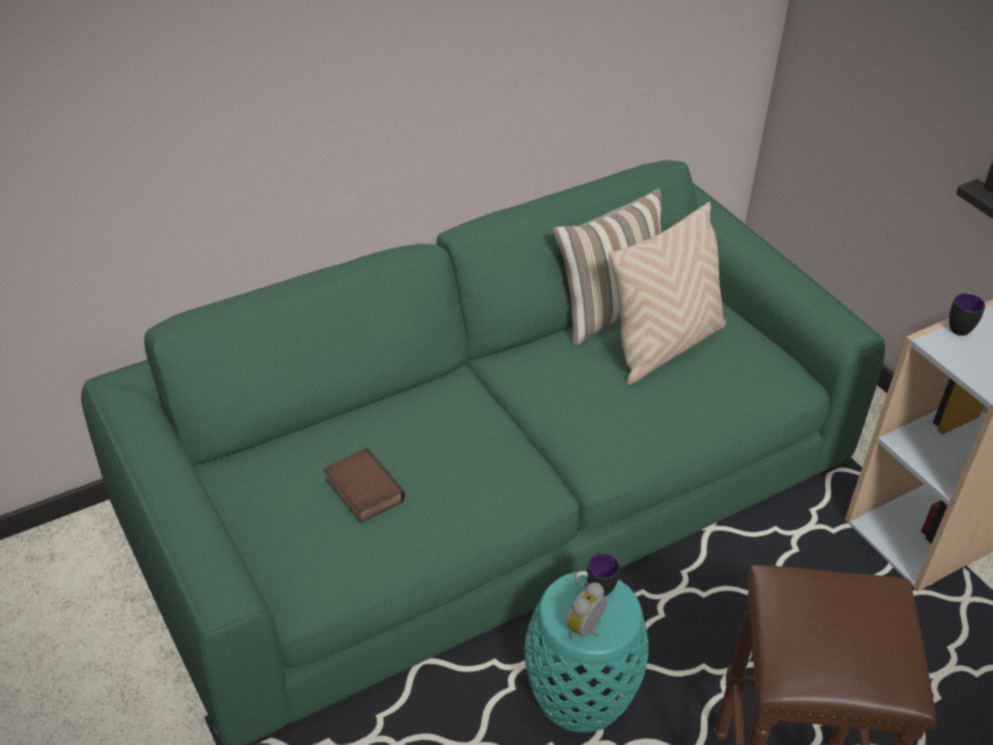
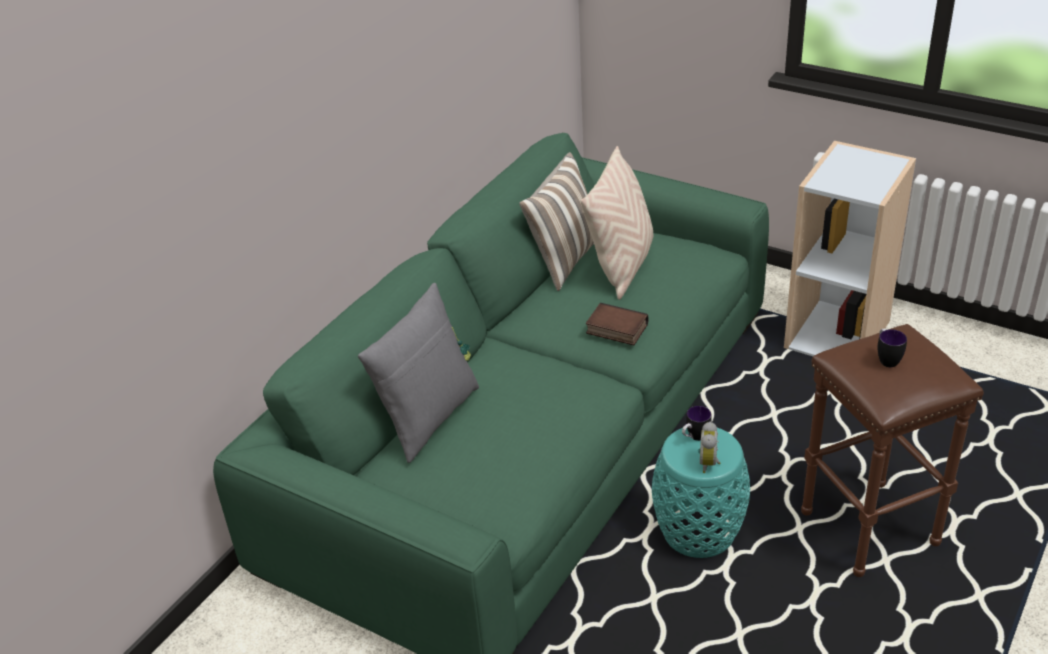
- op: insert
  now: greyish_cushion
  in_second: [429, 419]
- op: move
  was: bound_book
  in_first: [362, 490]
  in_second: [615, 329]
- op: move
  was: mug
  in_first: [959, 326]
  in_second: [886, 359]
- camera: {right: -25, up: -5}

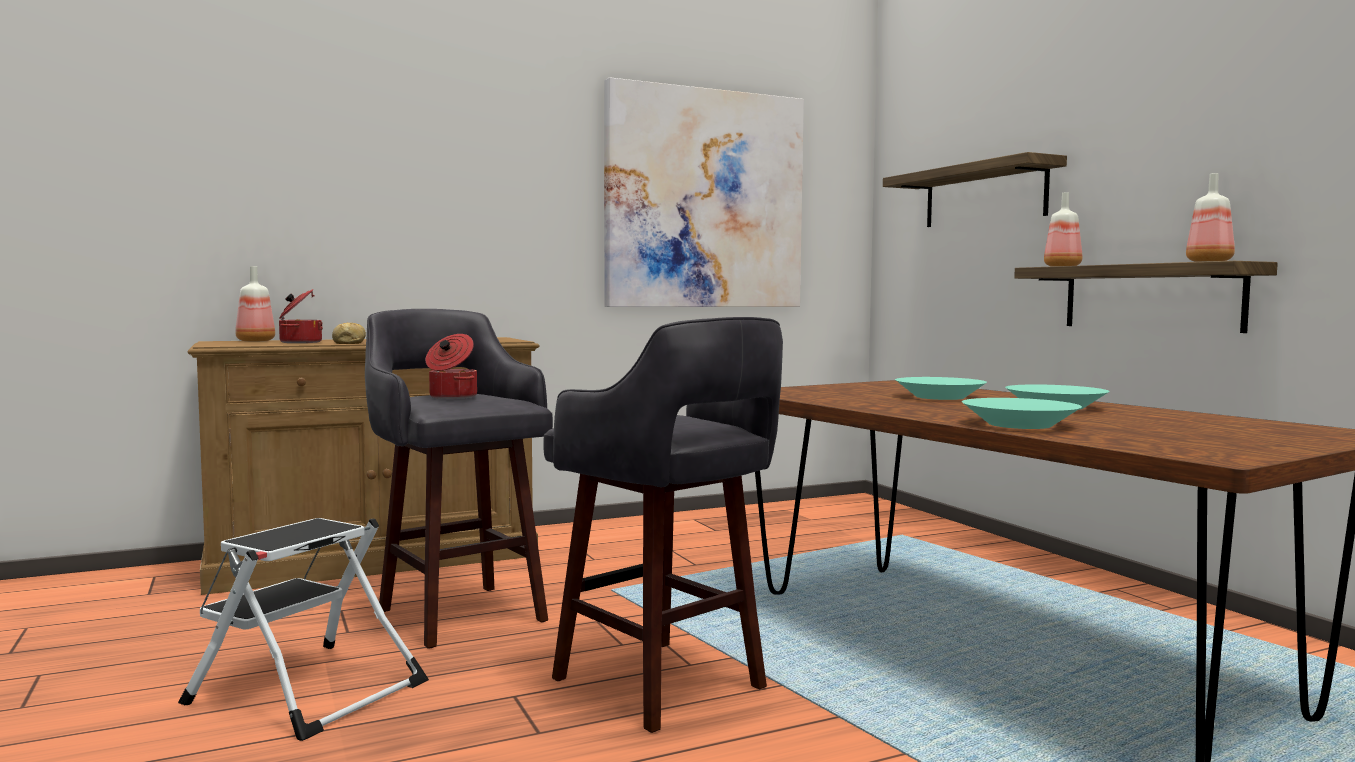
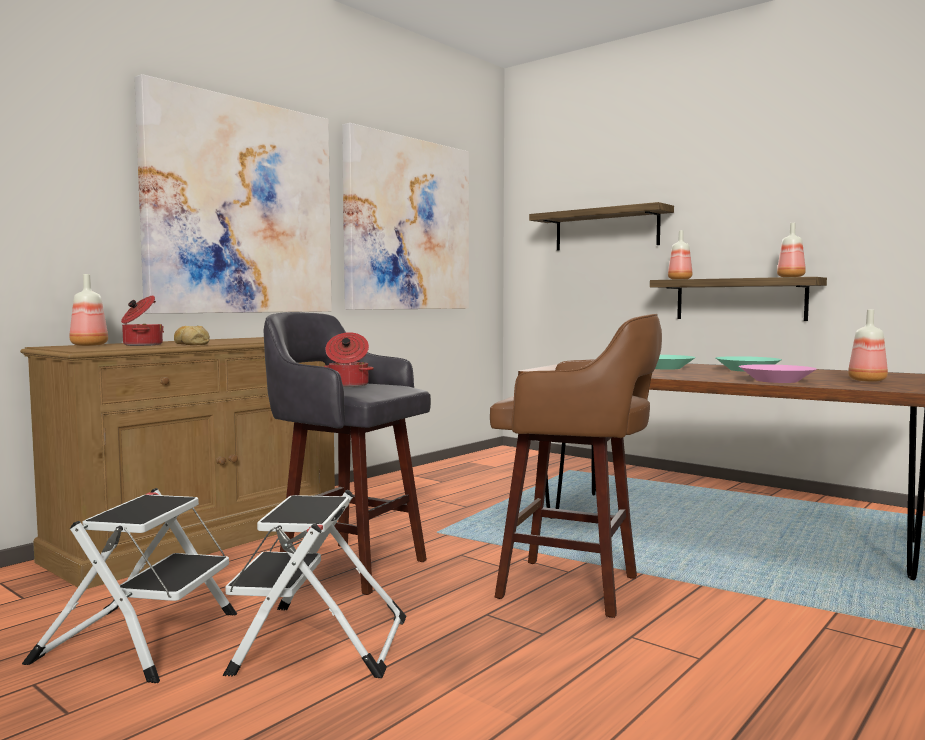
- op: insert
  now: step_stool
  in_second: [139, 639]
- op: insert
  now: wall_art
  in_second: [240, 208]
- op: insert
  now: bottle
  in_second: [867, 380]
- op: recolor
  was: greyish_sitting_stool
  now: brown_sitting_stool
  in_first: [664, 687]
  in_second: [575, 588]
- op: recolor
  was: turquoise_serving_bowl
  now: pinkish_serving_bowl
  in_first: [1019, 424]
  in_second: [776, 380]
- camera: {right: -25, up: 0}

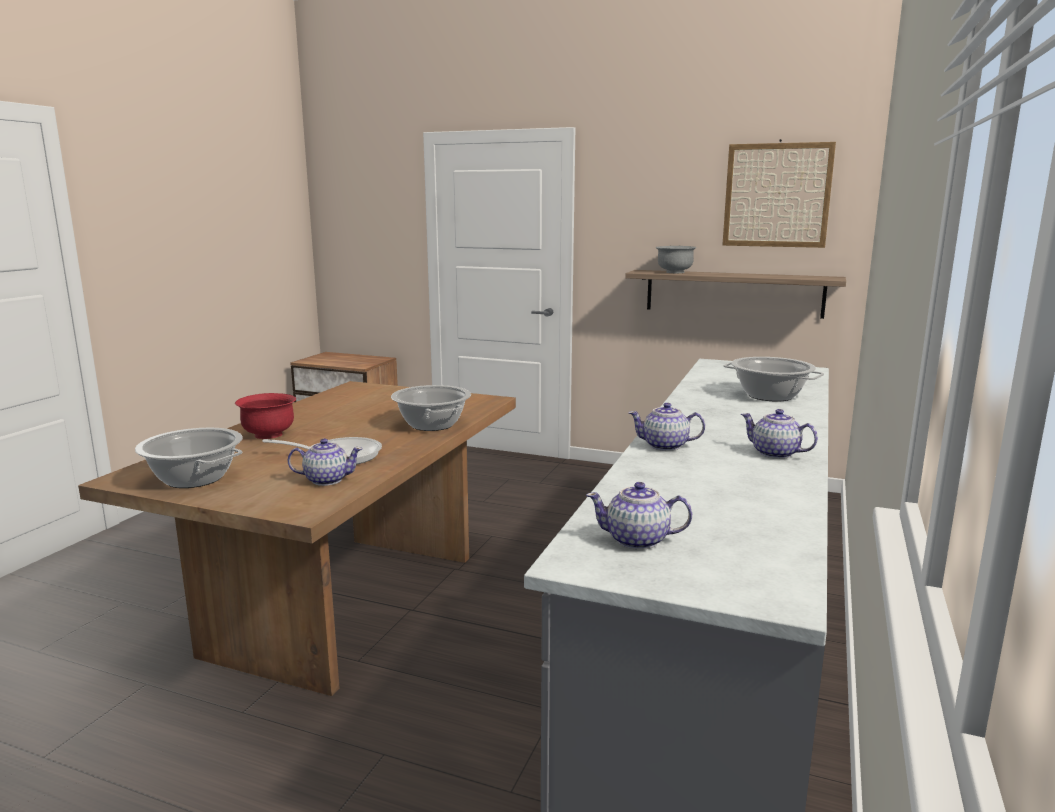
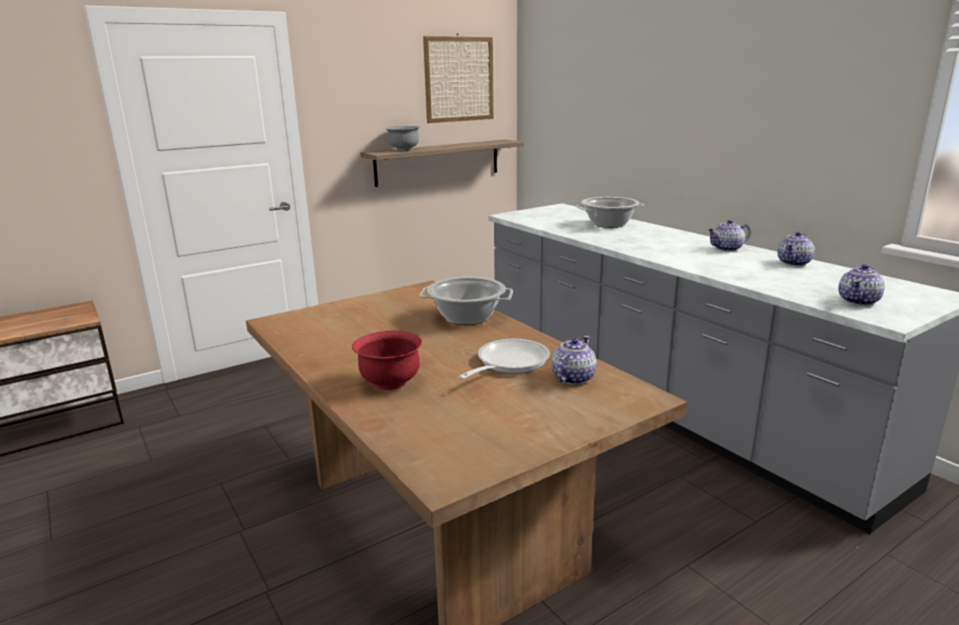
- op: delete
  was: saucepot
  in_first: [194, 479]
- op: move
  was: teapot
  in_first: [665, 446]
  in_second: [794, 263]
- camera: {right: -55, up: 5}

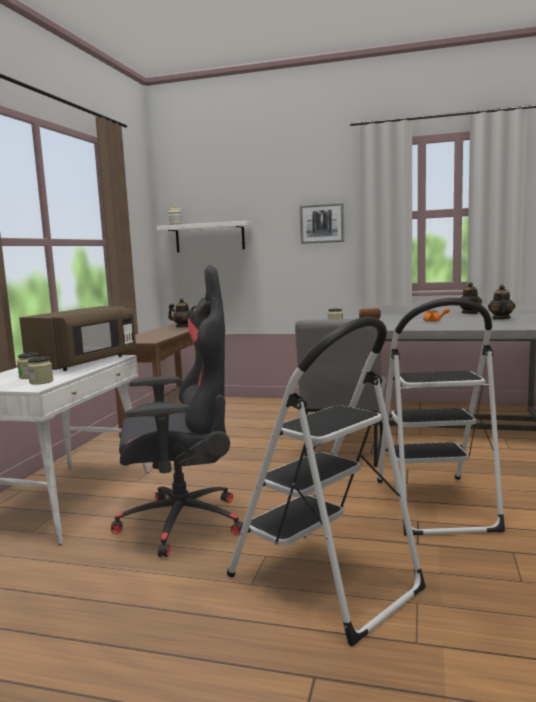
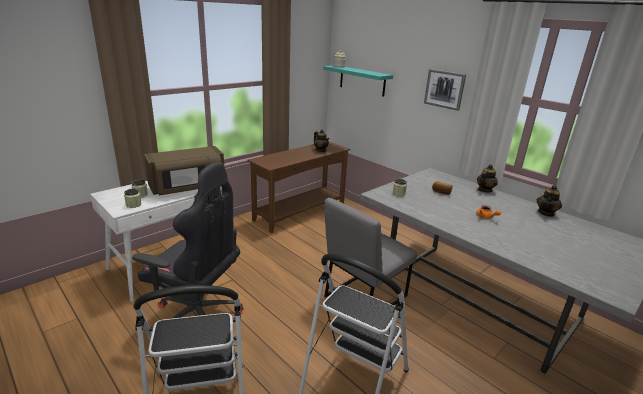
- op: move
  was: teapot
  in_first: [500, 319]
  in_second: [484, 190]
- op: recolor
  was: whitish_shelf
  now: turquoise_shelf
  in_first: [209, 237]
  in_second: [362, 80]
- camera: {right: 30, up: 15}

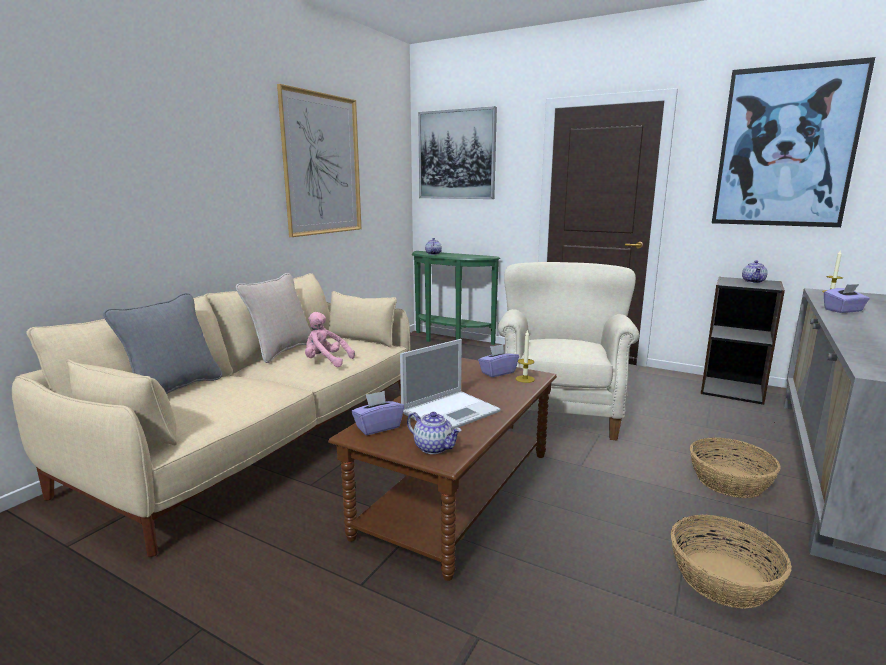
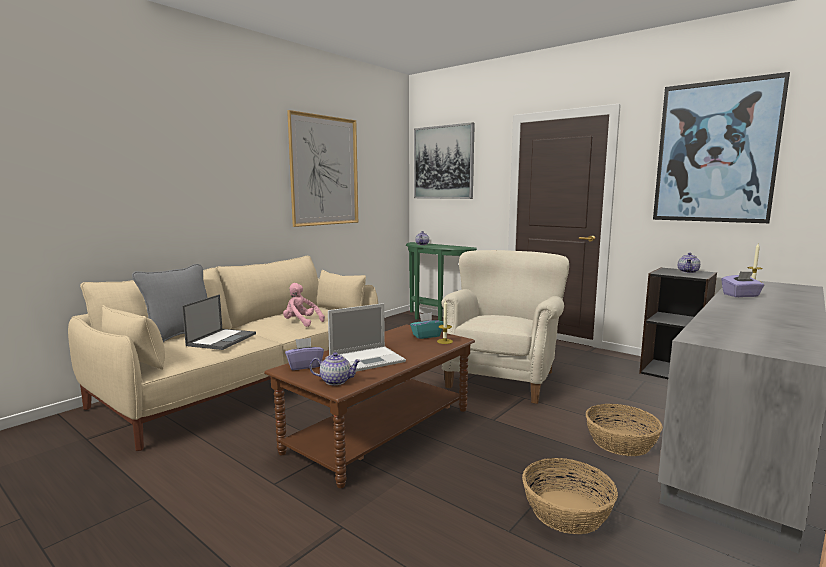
- op: delete
  was: sand-coloured_cushion
  in_first: [281, 351]
- op: insert
  now: laptop
  in_second: [222, 339]
- op: recolor
  was: purplish_box_of_tissues
  now: turquoise_box_of_tissues
  in_first: [497, 372]
  in_second: [426, 336]
- op: rotate
  was: teapot
  in_first: [434, 447]
  in_second: [336, 381]
  clockwise: -45
- camera: {right: 10, up: -5}

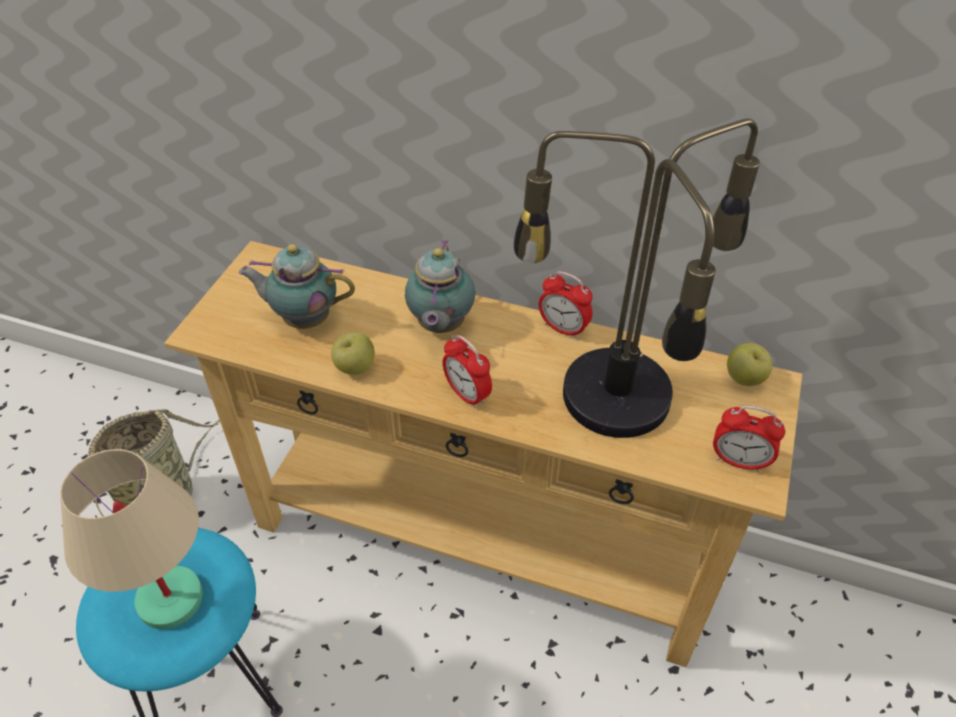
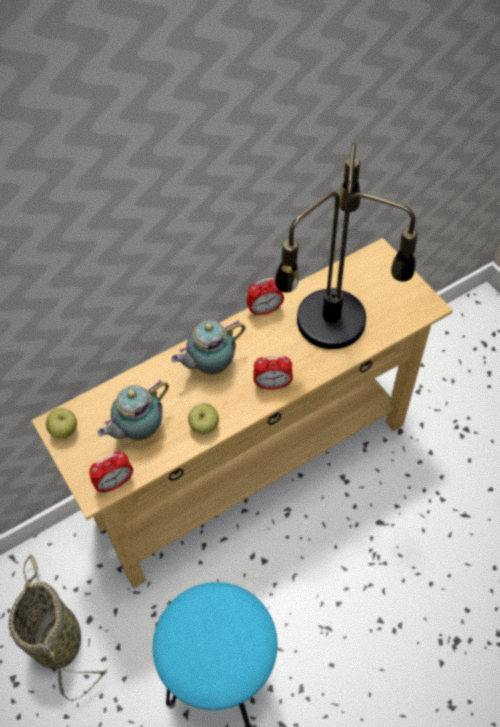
- op: delete
  was: sand-coloured_tabletop_lamp
  in_first: [172, 599]
- op: move
  was: bedside_clock
  in_first: [739, 461]
  in_second: [115, 483]
- op: move
  was: apple
  in_first: [744, 379]
  in_second: [64, 430]
- op: rotate
  was: teapot
  in_first: [440, 327]
  in_second: [210, 365]
  clockwise: 105
- camera: {right: -50, up: 10}

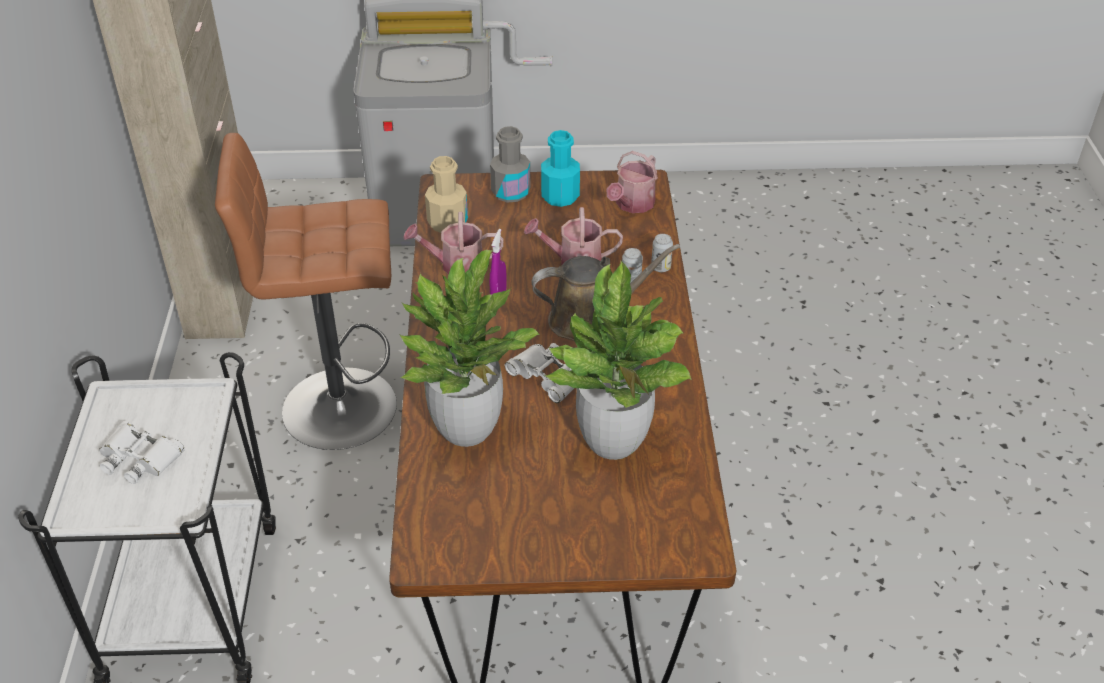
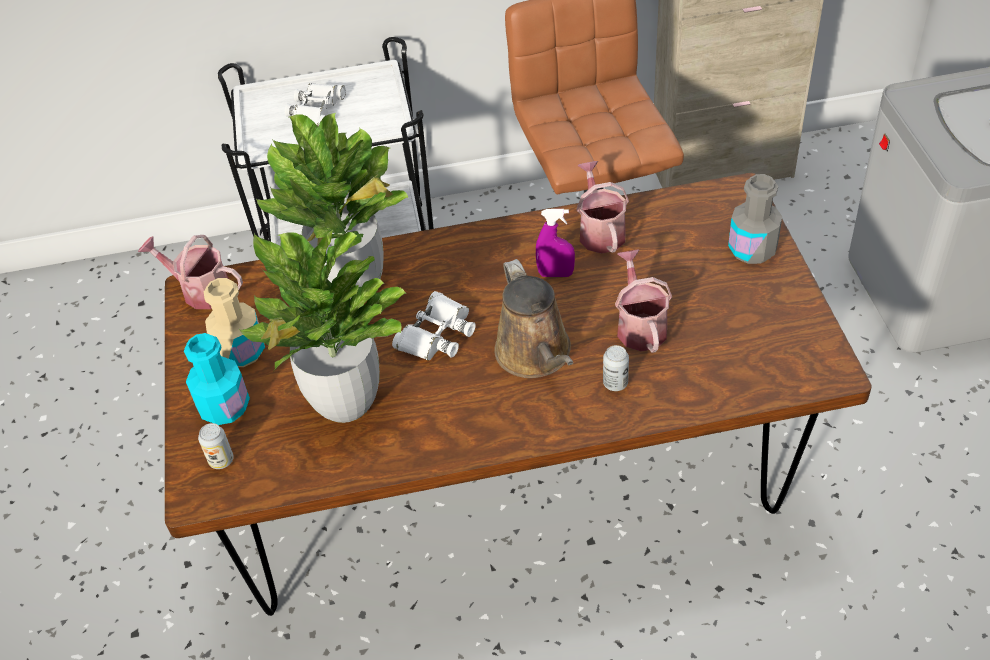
- op: move
  was: sand-coloured_bottle
  in_first: [447, 223]
  in_second: [241, 351]
- op: move
  was: turquoise_bottle
  in_first: [560, 196]
  in_second: [224, 407]
- op: move
  was: watering_pot
  in_first: [632, 205]
  in_second: [200, 290]
- op: move
  was: sealed_can
  in_first: [661, 267]
  in_second: [221, 460]
- camera: {right: 85, up: 5}

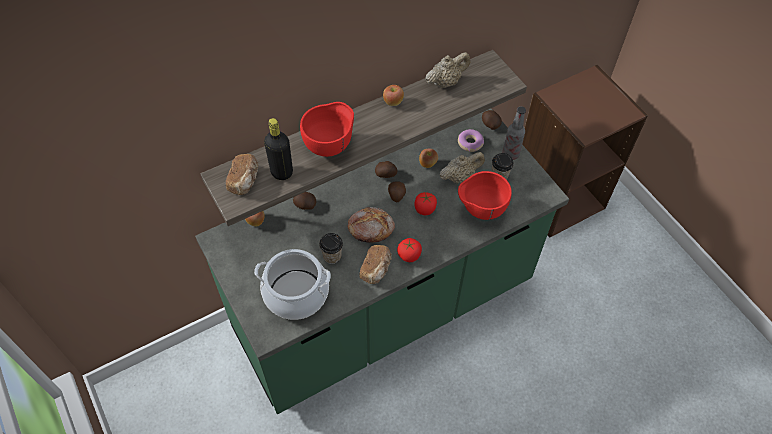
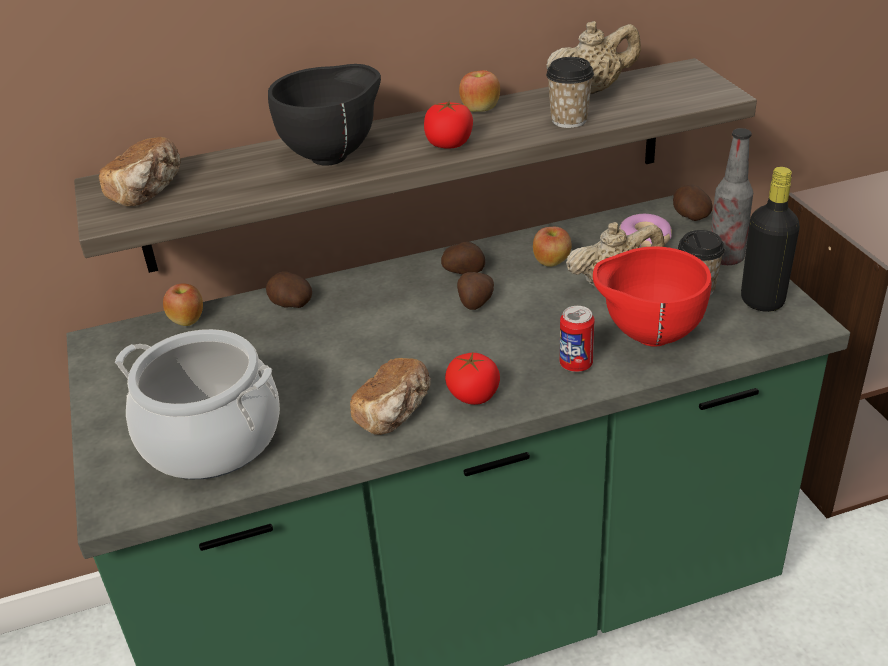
- op: delete
  was: bread
  in_first: [370, 228]
- op: insert
  now: sealed_can
  in_second: [576, 364]
- op: move
  was: black_bottle
  in_first: [282, 172]
  in_second: [762, 301]
- op: move
  was: cup
  in_first: [332, 256]
  in_second: [569, 120]
- op: move
  was: fresh_tomato
  in_first: [425, 209]
  in_second: [449, 144]
- op: recolor
  was: reddish_serving_bowl
  now: black_serving_bowl
  in_first: [330, 146]
  in_second: [334, 156]
- camera: {right: 15, up: -20}

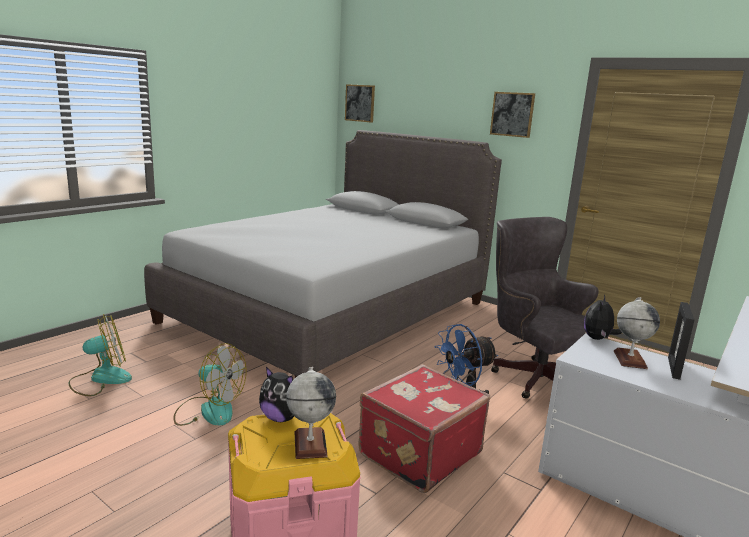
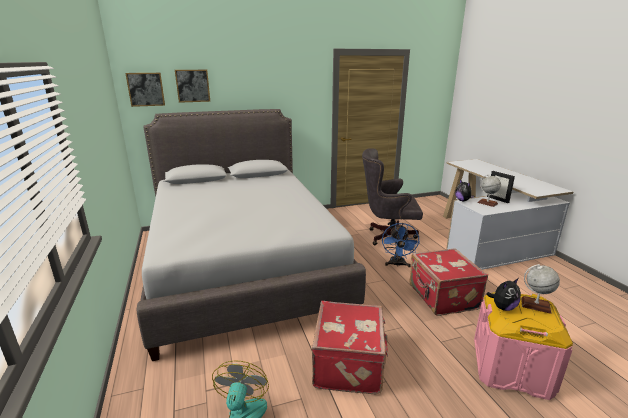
- op: move
  was: wall_art
  in_first: [512, 114]
  in_second: [192, 86]
- op: replace
  was: cooling_fan
  now: reddish_travel_case
  in_first: [209, 410]
  in_second: [349, 364]
- camera: {right: -55, up: 5}

